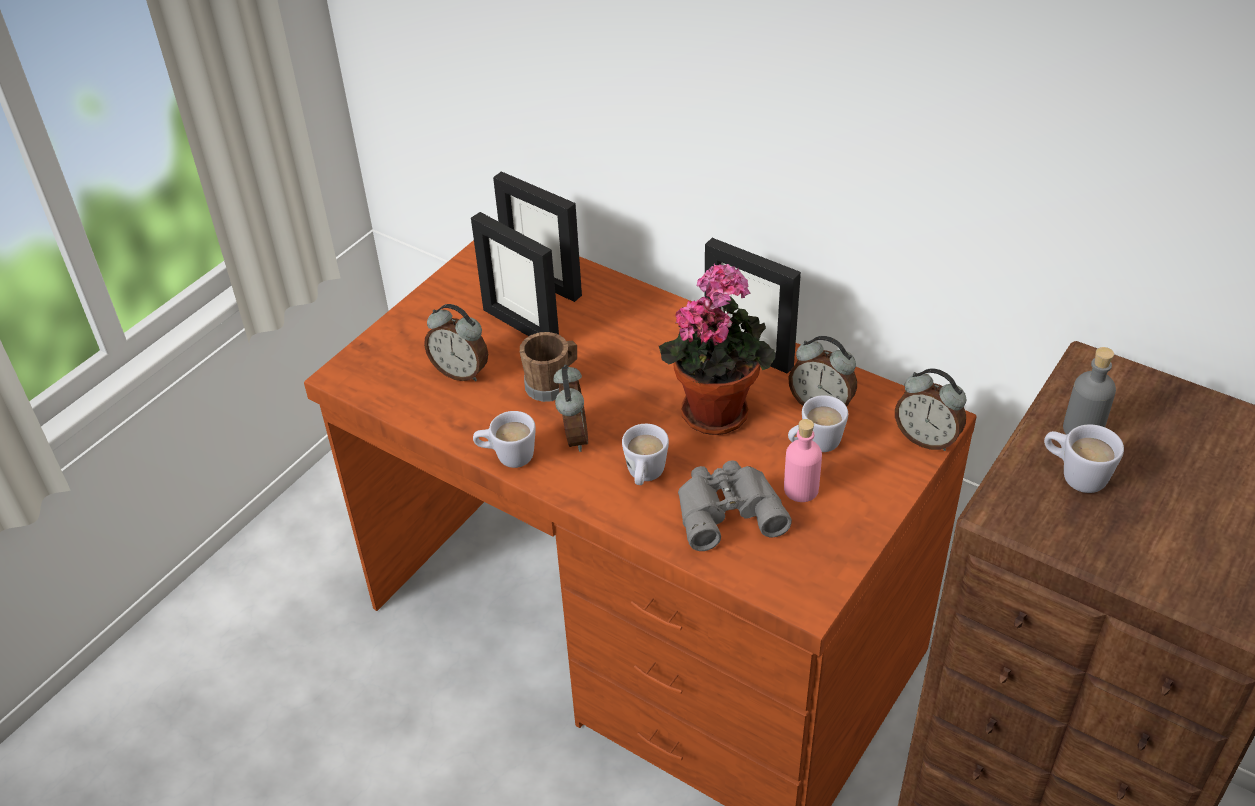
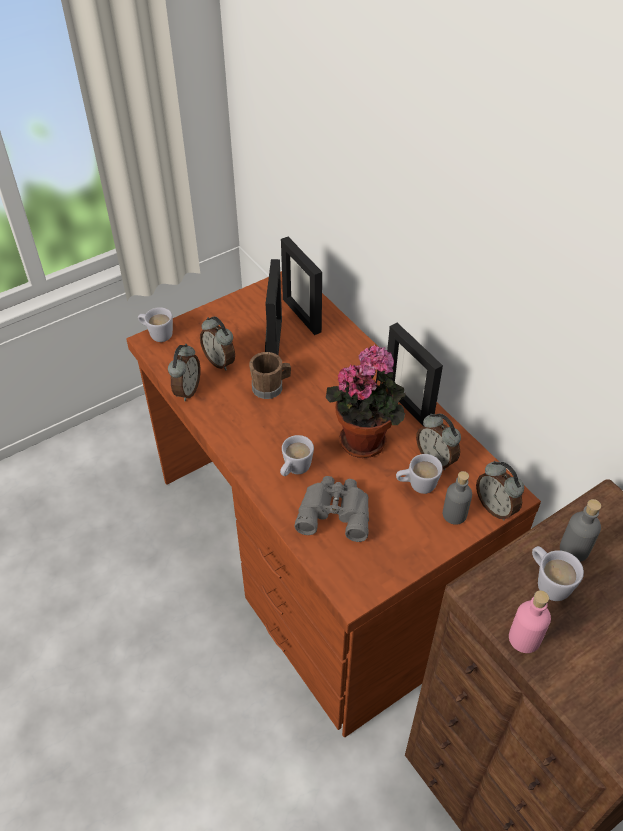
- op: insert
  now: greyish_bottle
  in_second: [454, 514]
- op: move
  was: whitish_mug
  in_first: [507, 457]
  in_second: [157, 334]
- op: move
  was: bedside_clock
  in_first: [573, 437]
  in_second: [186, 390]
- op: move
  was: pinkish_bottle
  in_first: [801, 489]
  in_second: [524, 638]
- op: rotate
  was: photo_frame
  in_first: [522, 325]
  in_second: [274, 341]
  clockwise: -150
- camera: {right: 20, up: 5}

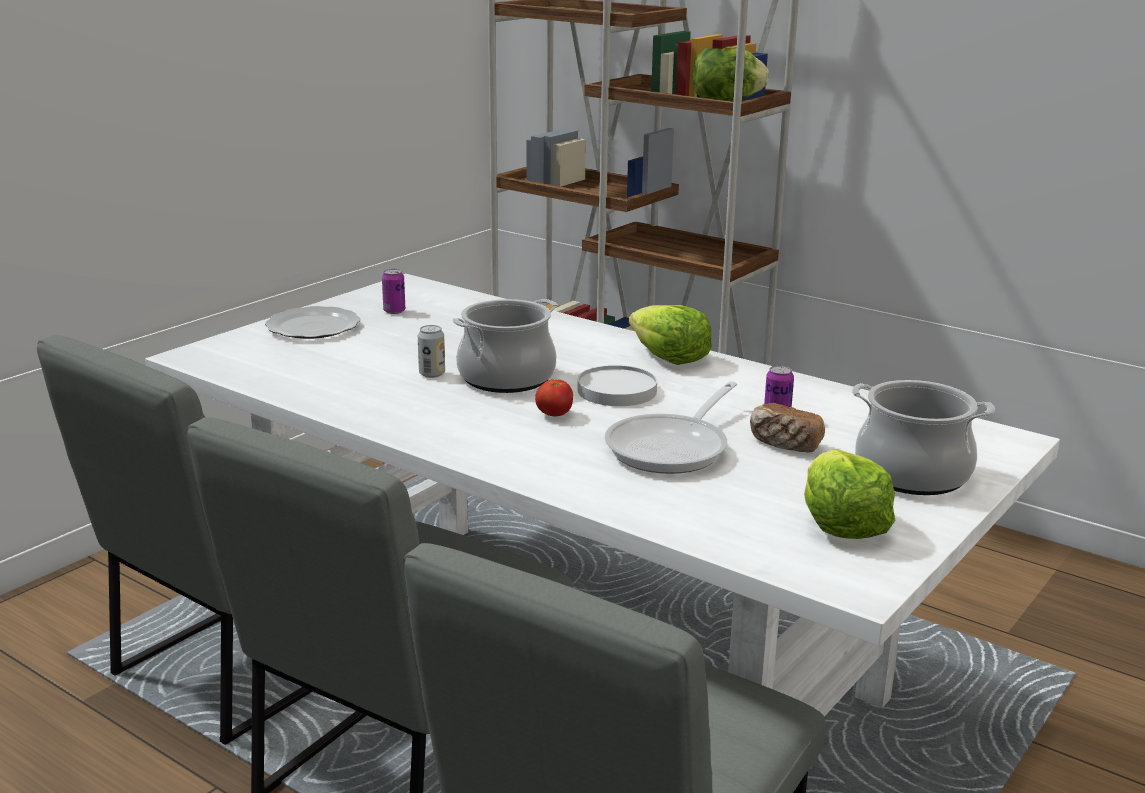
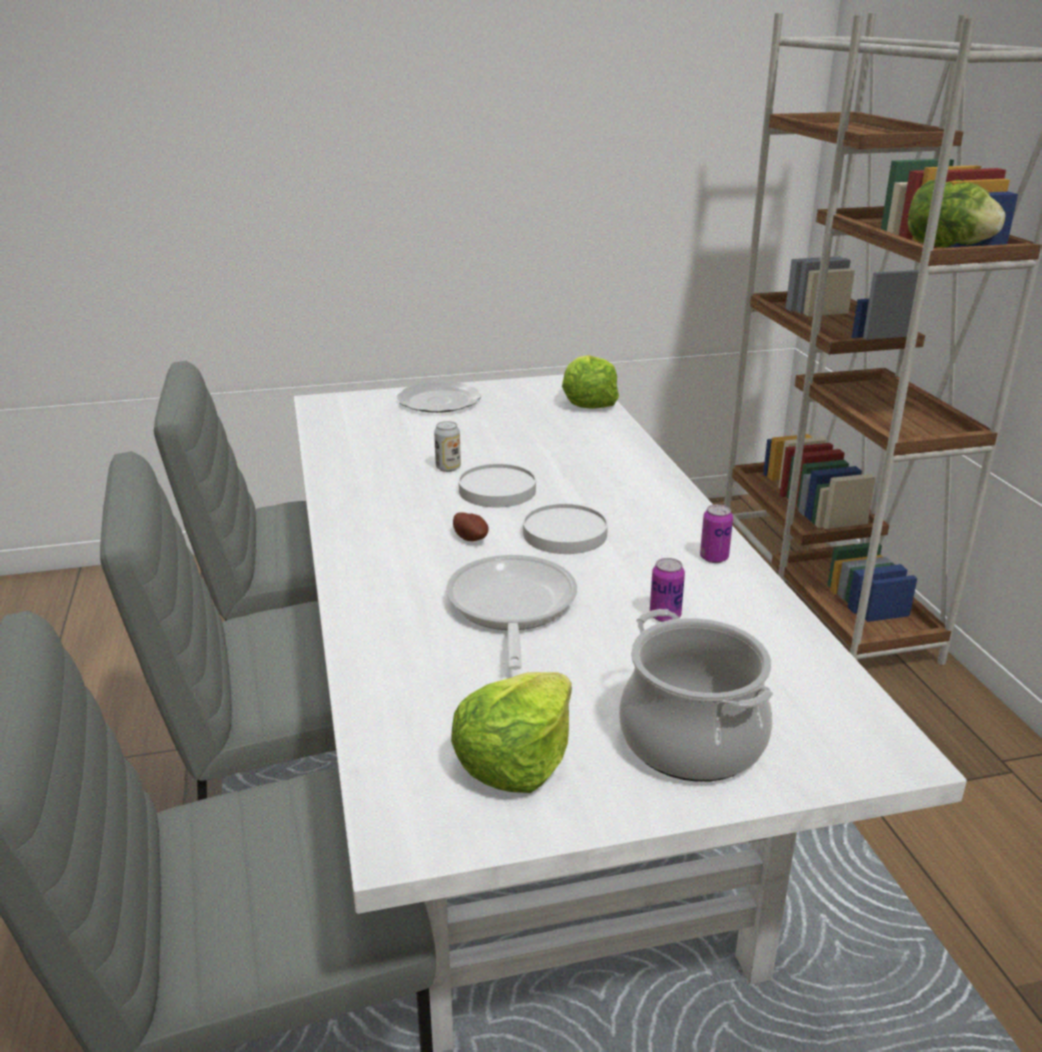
- op: delete
  was: bread
  in_first: [785, 444]
- op: move
  was: sealed_can
  in_first: [394, 311]
  in_second: [714, 558]
- op: move
  was: lettuce
  in_first: [669, 358]
  in_second: [588, 402]
- op: replace
  was: saucepot
  now: whitish_plate
  in_first: [506, 378]
  in_second: [496, 490]
- op: replace
  was: fresh_tomato
  now: whole_potato
  in_first: [554, 415]
  in_second: [471, 538]
- op: rotate
  was: frying_pan
  in_first: [673, 448]
  in_second: [510, 609]
  clockwise: 105
- camera: {right: 40, up: 5}

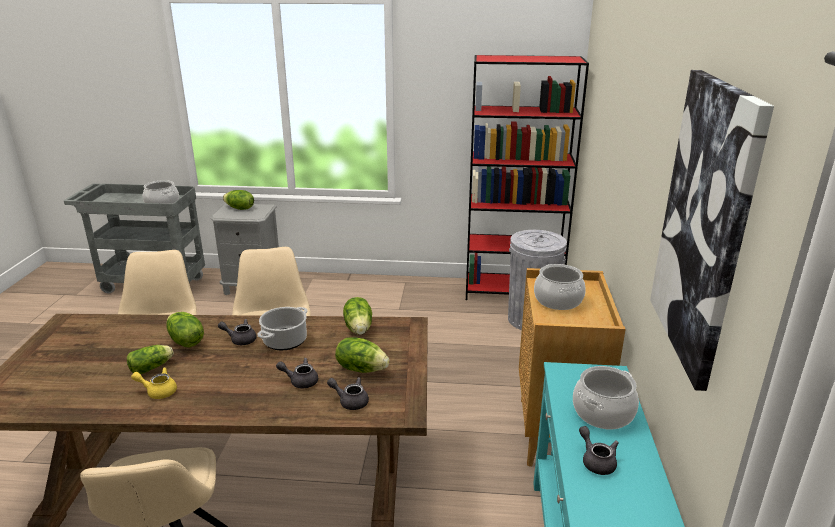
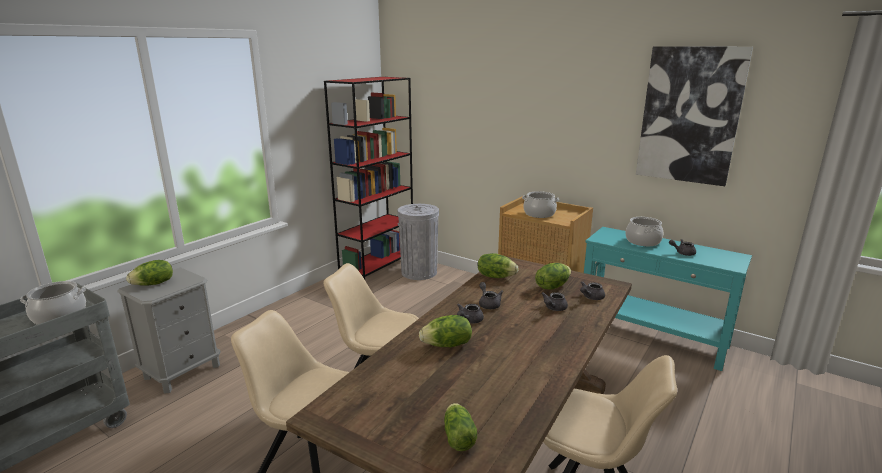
- op: delete
  was: yellow-coloured_teapot
  in_first: [158, 391]
- op: move
  was: lettuce
  in_first: [153, 367]
  in_second: [458, 435]
- op: replace
  was: saucepot
  now: greyish_teapot
  in_first: [285, 340]
  in_second: [488, 304]
- camera: {right: -60, up: -5}

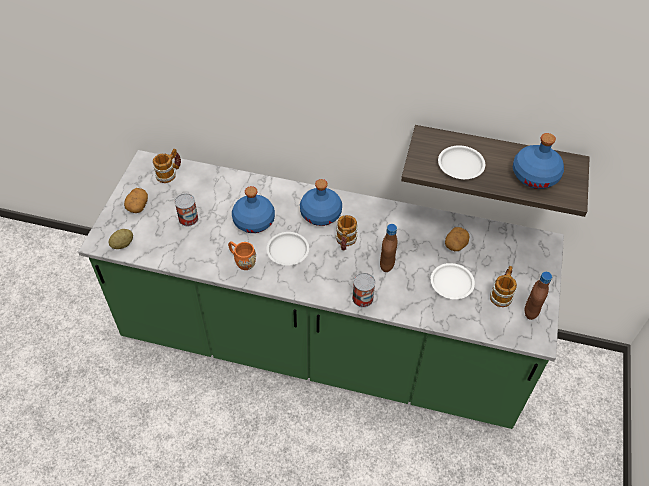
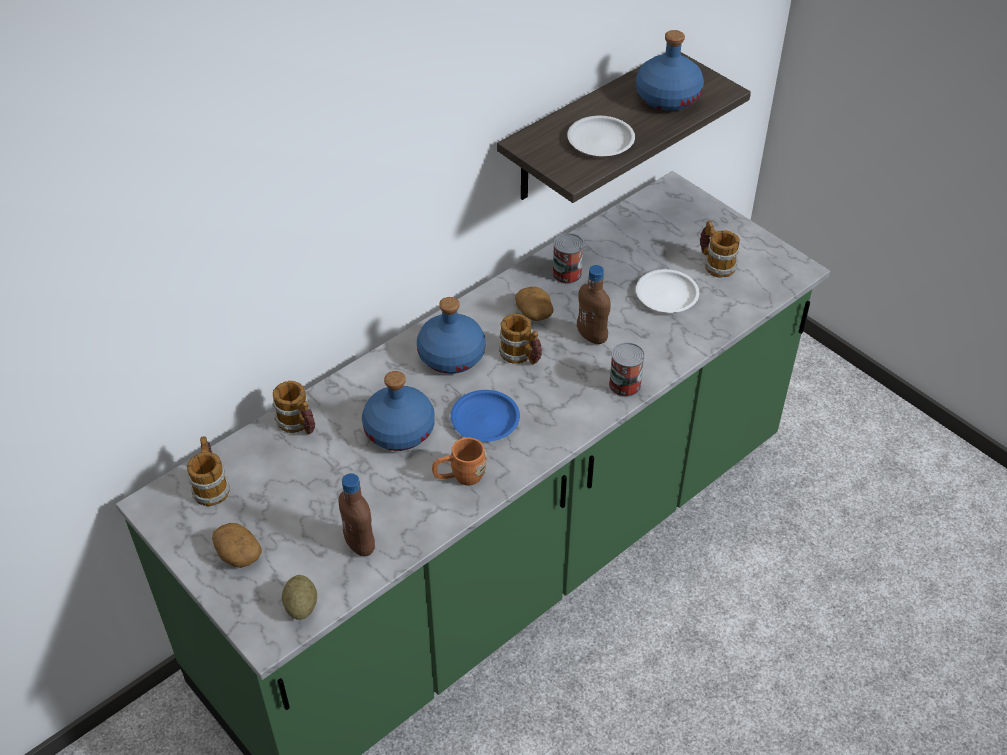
- op: insert
  now: mug
  in_second: [298, 424]
- op: move
  was: sealed_can
  in_first: [188, 218]
  in_second: [567, 274]
- op: move
  was: whole_potato
  in_first: [455, 244]
  in_second: [535, 313]
- op: move
  was: brown_bottle
  in_first: [531, 311]
  in_second: [360, 544]
- op: recolor
  was: whitish_plate
  now: bluish_plate
  in_first: [288, 251]
  in_second: [485, 419]
- camera: {right: -55, up: -5}

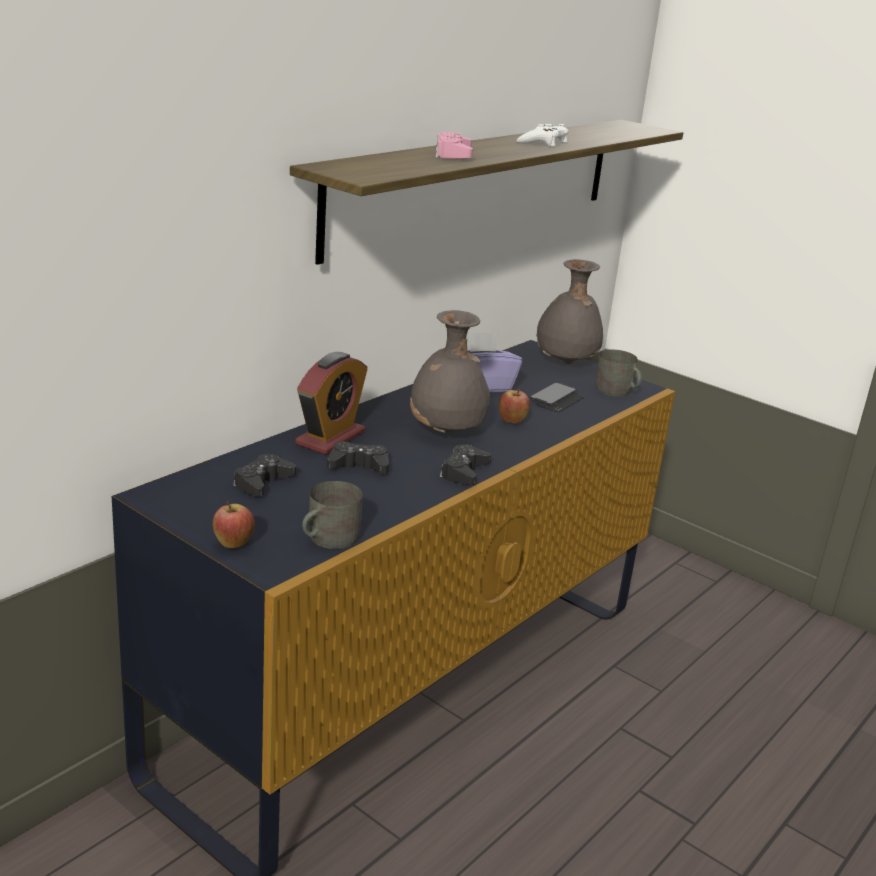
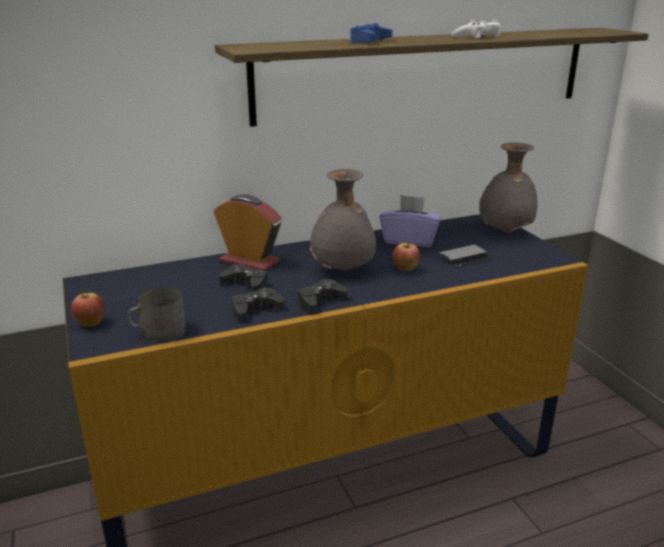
- op: delete
  was: greyish_mug
  in_first: [617, 391]
- op: move
  was: black_game_controller
  in_first: [262, 483]
  in_second: [256, 310]
- op: recolor
  was: pinkish_game_controller
  now: bluish_game_controller
  in_first: [453, 154]
  in_second: [370, 41]
- op: rotate
  was: bedside_clock
  in_first: [330, 438]
  in_second: [249, 262]
  clockwise: -120
- camera: {right: 30, up: 0}

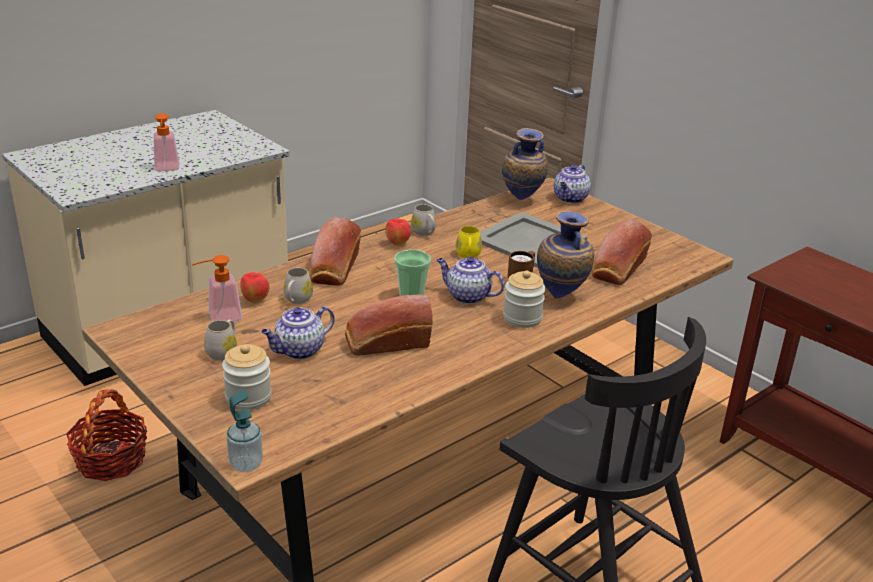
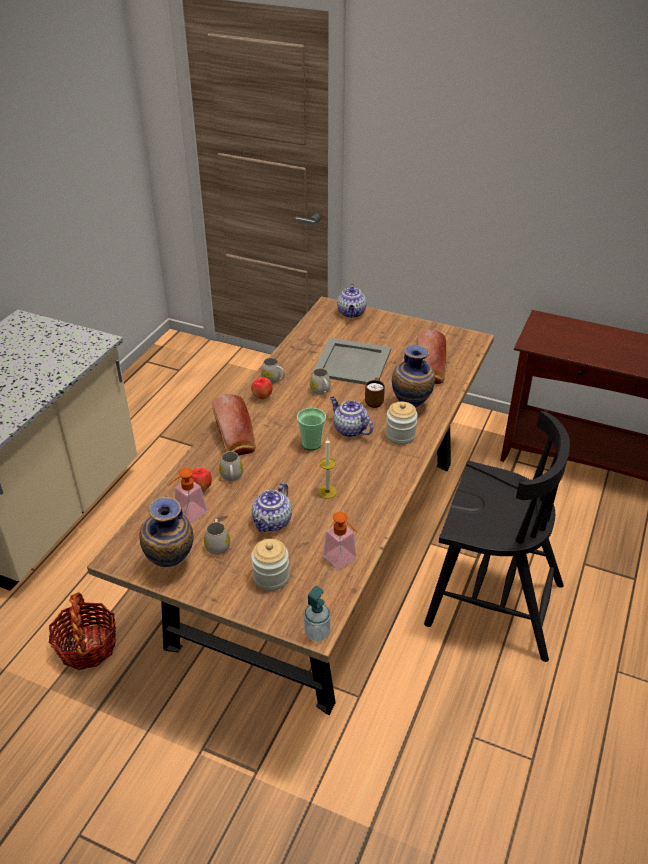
- op: move
  was: soap_bottle
  in_first: [167, 169]
  in_second: [343, 561]
- op: move
  was: vase
  in_first: [521, 200]
  in_second: [171, 565]
- op: replace
  was: bread
  now: candle
  in_first: [386, 343]
  in_second: [327, 492]
- op: recolor
  was: yellow-coloured_mug
  now: whitish_mug
  in_first: [468, 255]
  in_second: [321, 391]
- op: rotate
  was: teapot
  in_first: [467, 296]
  in_second: [349, 429]
  clockwise: 45
- camera: {right: -25, up: 10}

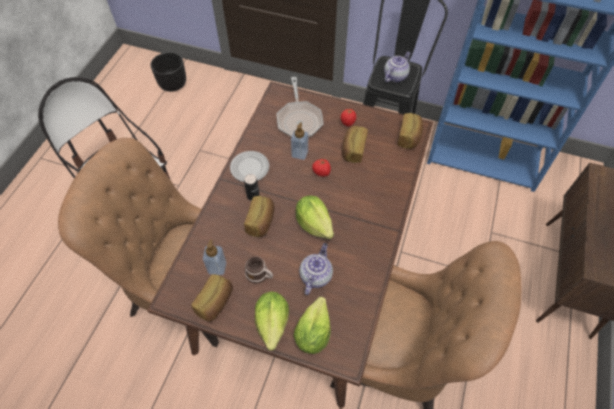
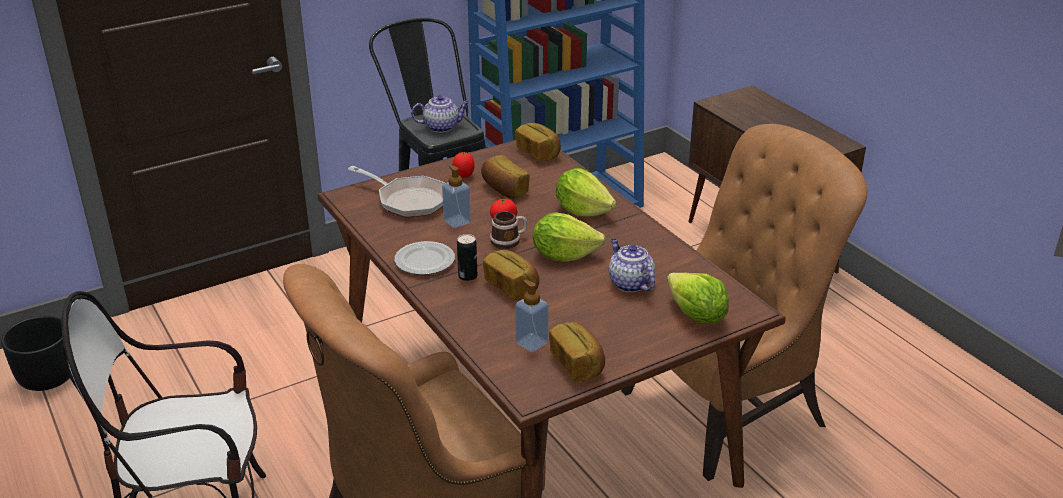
- op: move
  was: mug
  in_first: [260, 275]
  in_second: [509, 240]
- op: move
  was: lettuce
  in_first: [272, 323]
  in_second: [583, 210]
- op: rotate
  was: teapot
  in_first: [395, 76]
  in_second: [442, 127]
  clockwise: 90
- camera: {right: -50, up: -25}

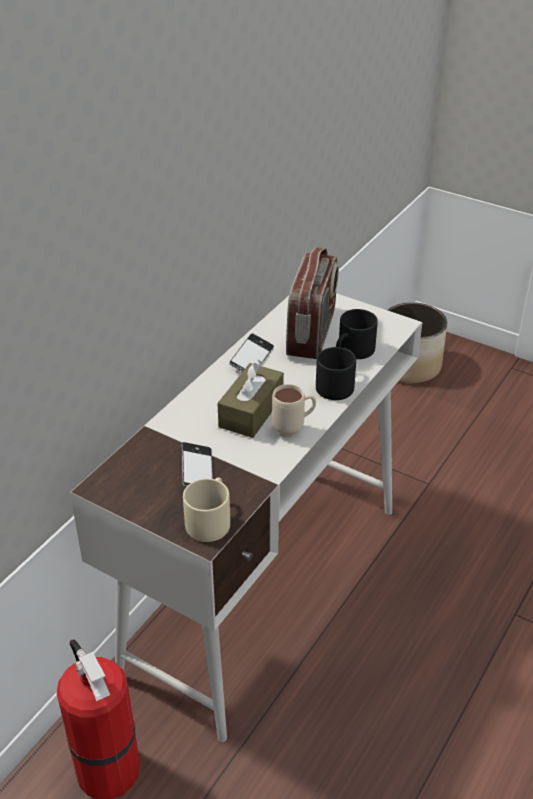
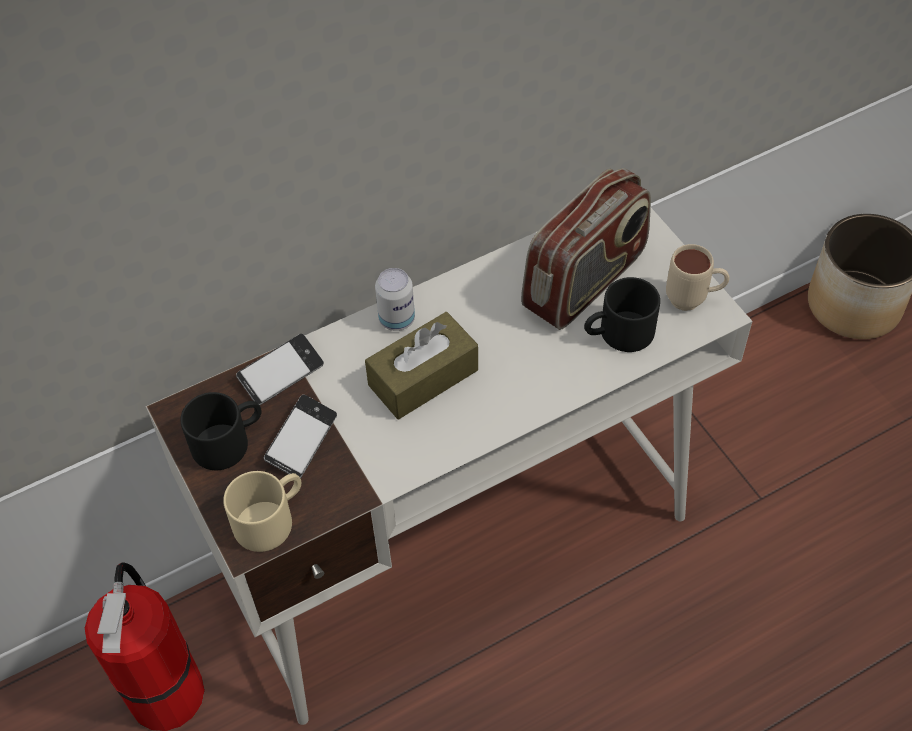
- op: insert
  now: sealed_can
  in_second: [397, 319]
- op: move
  was: handset
  in_first: [251, 359]
  in_second: [281, 373]
- op: move
  was: sand-coloured_mug
  in_first: [294, 429]
  in_second: [693, 301]
- op: move
  was: black_mug
  in_first: [337, 384]
  in_second: [228, 440]
- camera: {right: 30, up: 15}

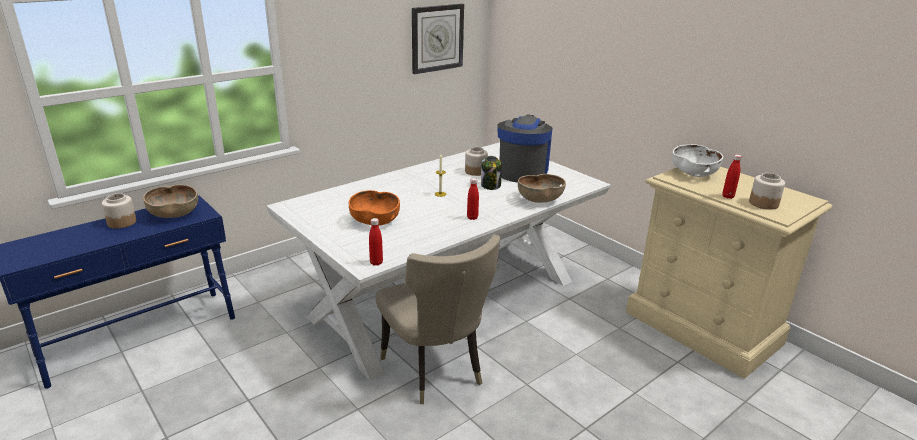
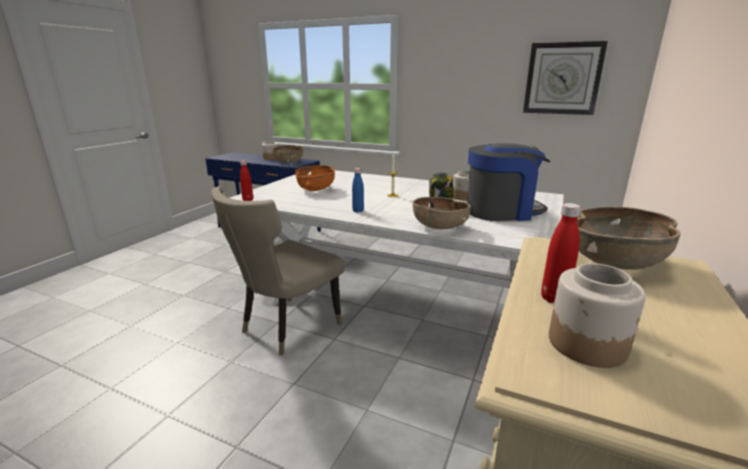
- op: recolor
  was: reddish_bottle
  now: bluish_bottle
  in_first: [472, 218]
  in_second: [358, 211]
- op: recolor
  was: whitish_serving_bowl
  now: brown_serving_bowl
  in_first: [694, 173]
  in_second: [615, 262]
- camera: {right: 65, up: -5}

